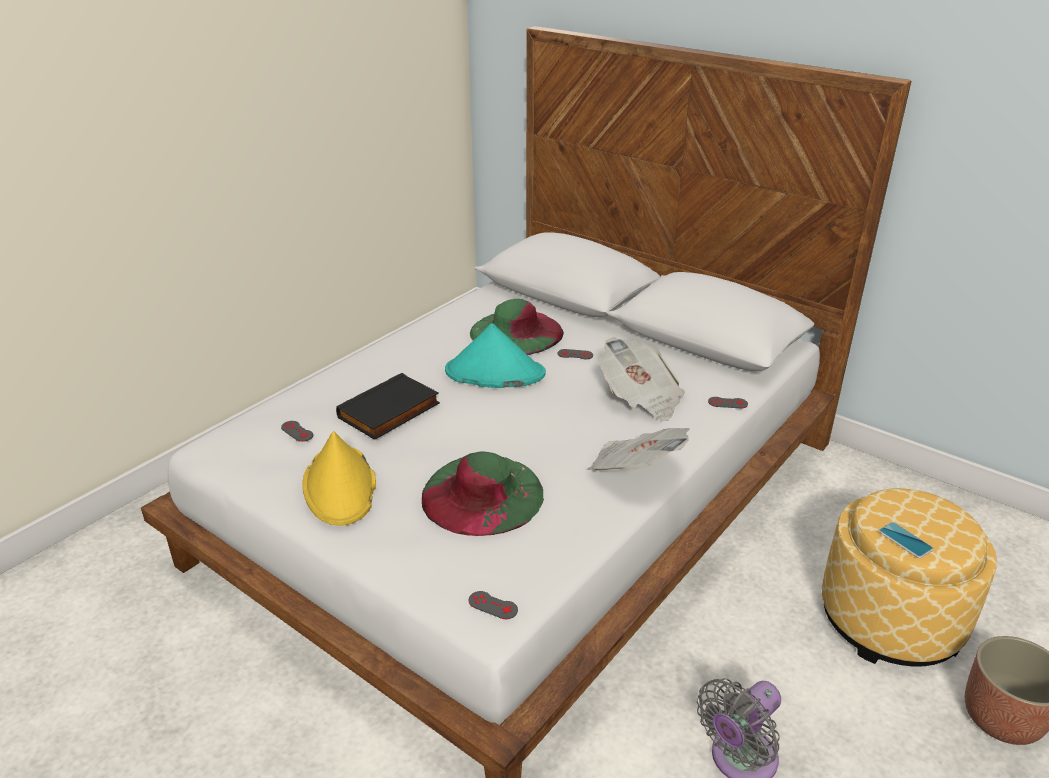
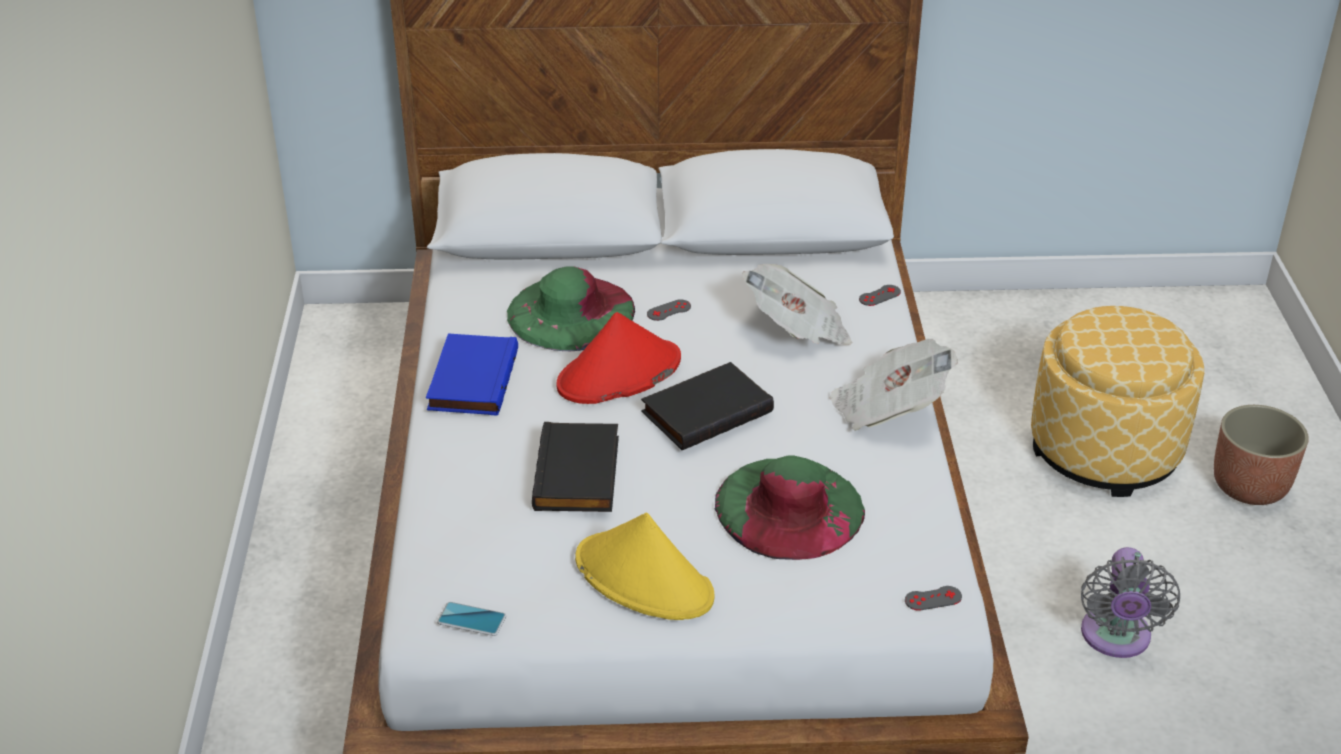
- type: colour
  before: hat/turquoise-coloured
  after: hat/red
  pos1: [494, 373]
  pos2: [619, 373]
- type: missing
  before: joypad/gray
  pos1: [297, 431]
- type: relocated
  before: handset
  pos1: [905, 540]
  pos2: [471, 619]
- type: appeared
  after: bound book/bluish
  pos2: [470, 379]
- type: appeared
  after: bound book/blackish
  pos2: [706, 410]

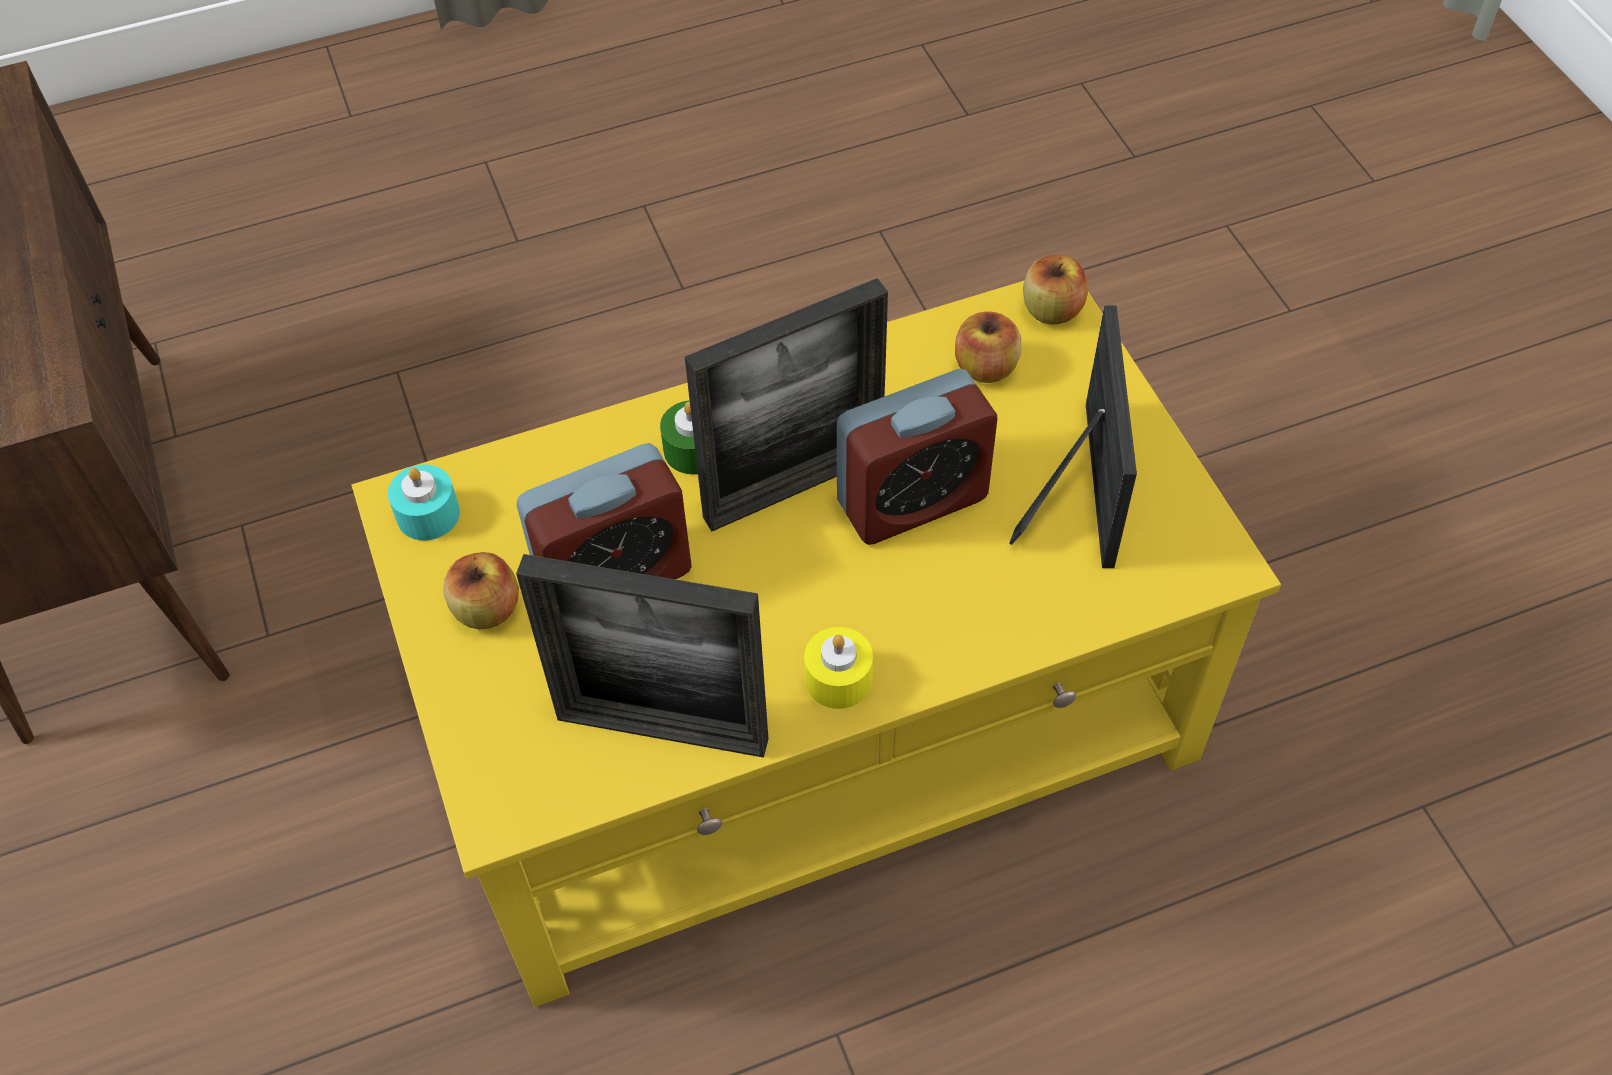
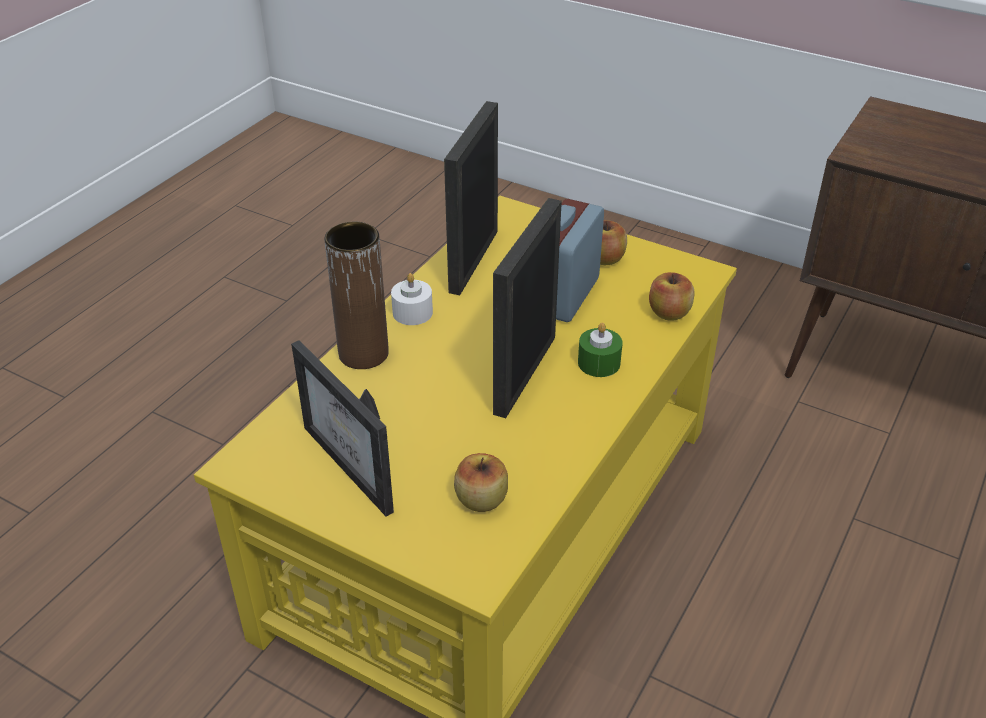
- type: relocated
  before: apple fruit
  pos1: [1052, 310]
  pos2: [669, 313]
- type: missing
  before: table clock
  pos1: [912, 500]
- type: missing
  before: wax candle/turquoise-coloured
  pos1: [428, 514]
- type: spun
  before: standing frame
  pos1: [662, 729]
  pos2: [473, 261]
  turn: -45
- type: colour
  before: wax candle/yellowish
  after: wax candle/whitish
  pos1: [838, 679]
  pos2: [412, 312]
- type: appeared
  after: flower vase/brown-coloured
  pos2: [363, 354]

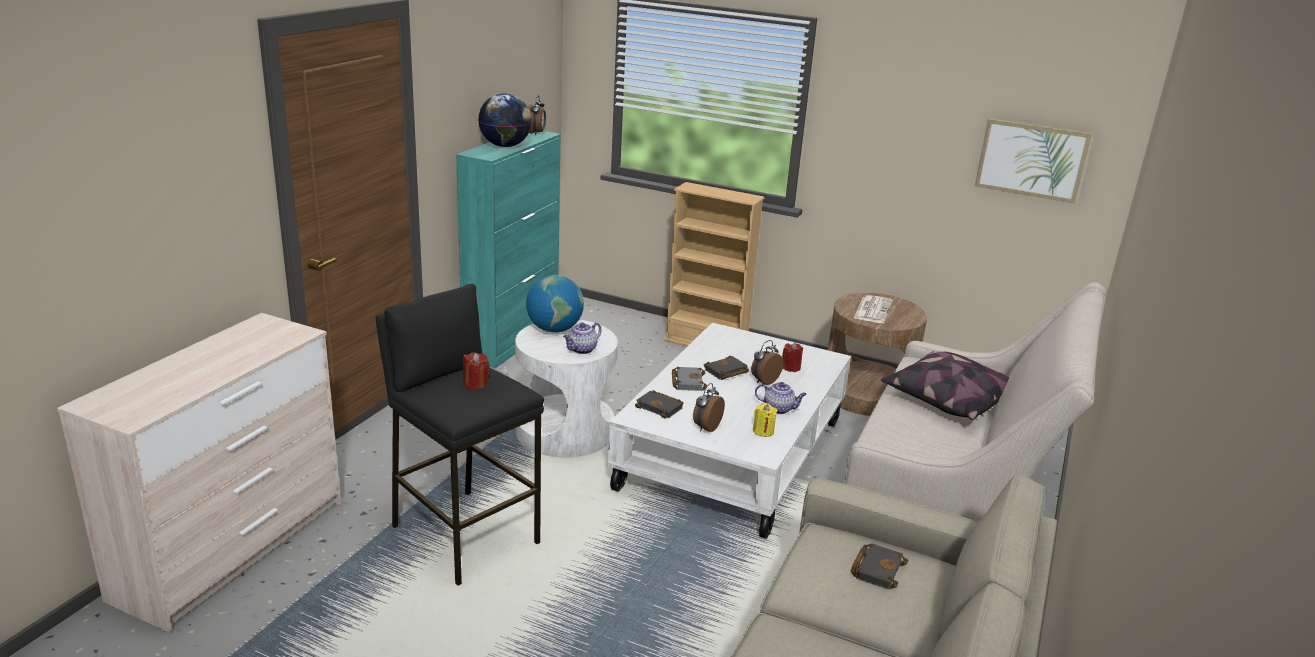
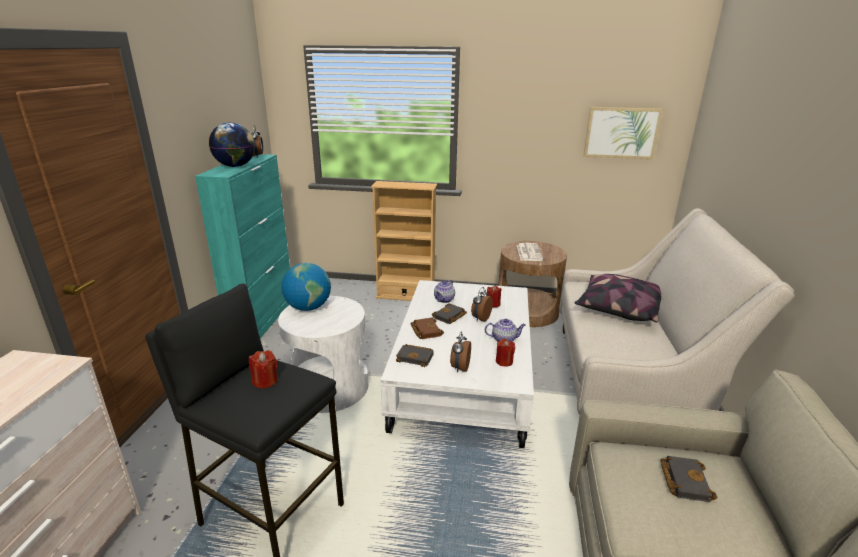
- type: relocated
  before: pot for tea
  pos1: [582, 350]
  pos2: [444, 300]
- type: colour
  before: bound book/gray
  after: bound book/brown-coloured
  pos1: [687, 381]
  pos2: [425, 330]
- type: colour
  before: wax candle/yellowish
  after: wax candle/red
  pos1: [763, 431]
  pos2: [504, 361]

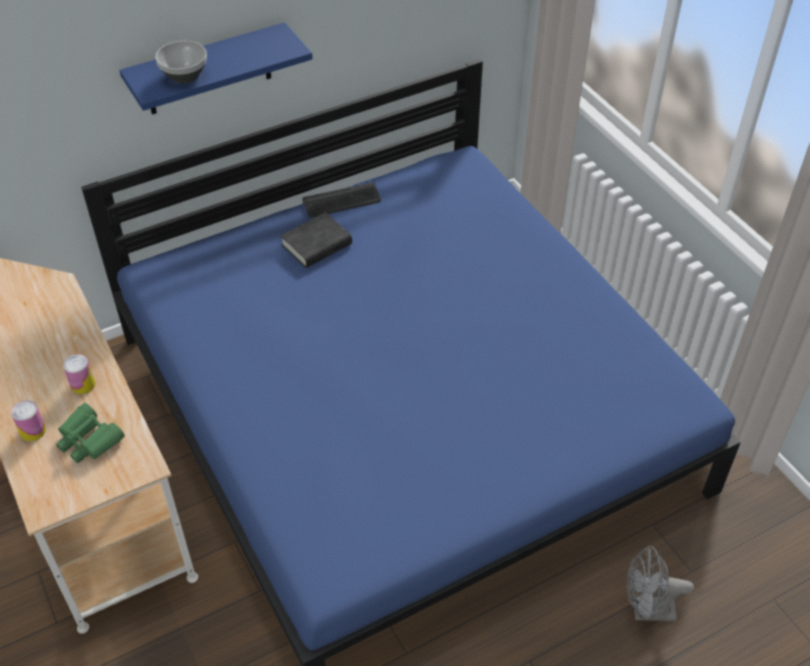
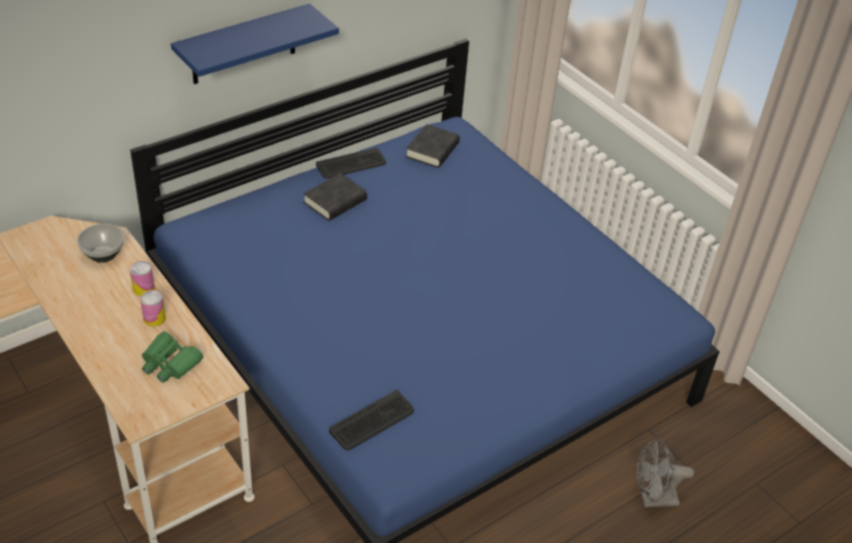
- type: relocated
  before: deep dish
  pos1: [185, 75]
  pos2: [103, 254]
- type: relocated
  before: can
  pos1: [33, 431]
  pos2: [143, 289]
- type: appeared
  after: bound book/blackish
  pos2: [432, 150]
- type: appeared
  after: computer keyboard
  pos2: [372, 421]

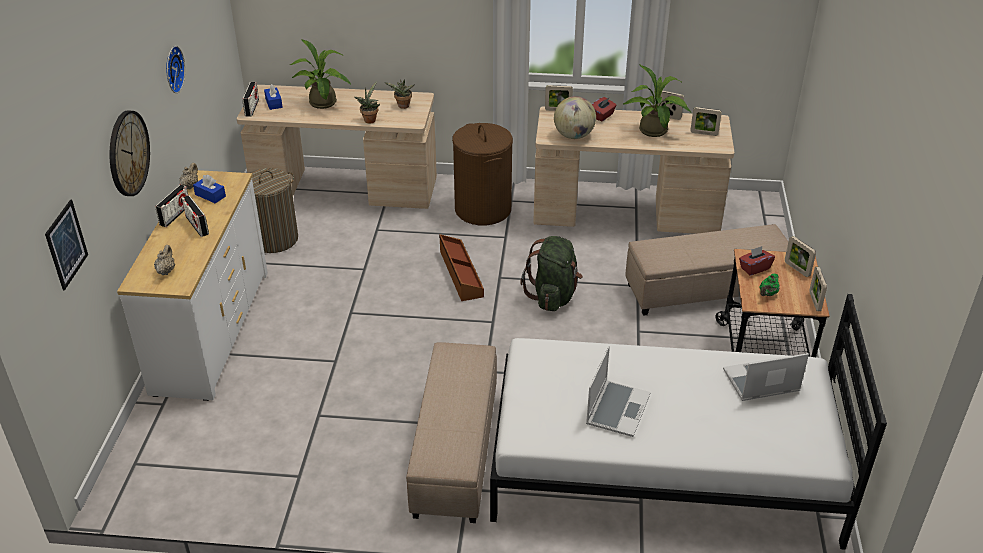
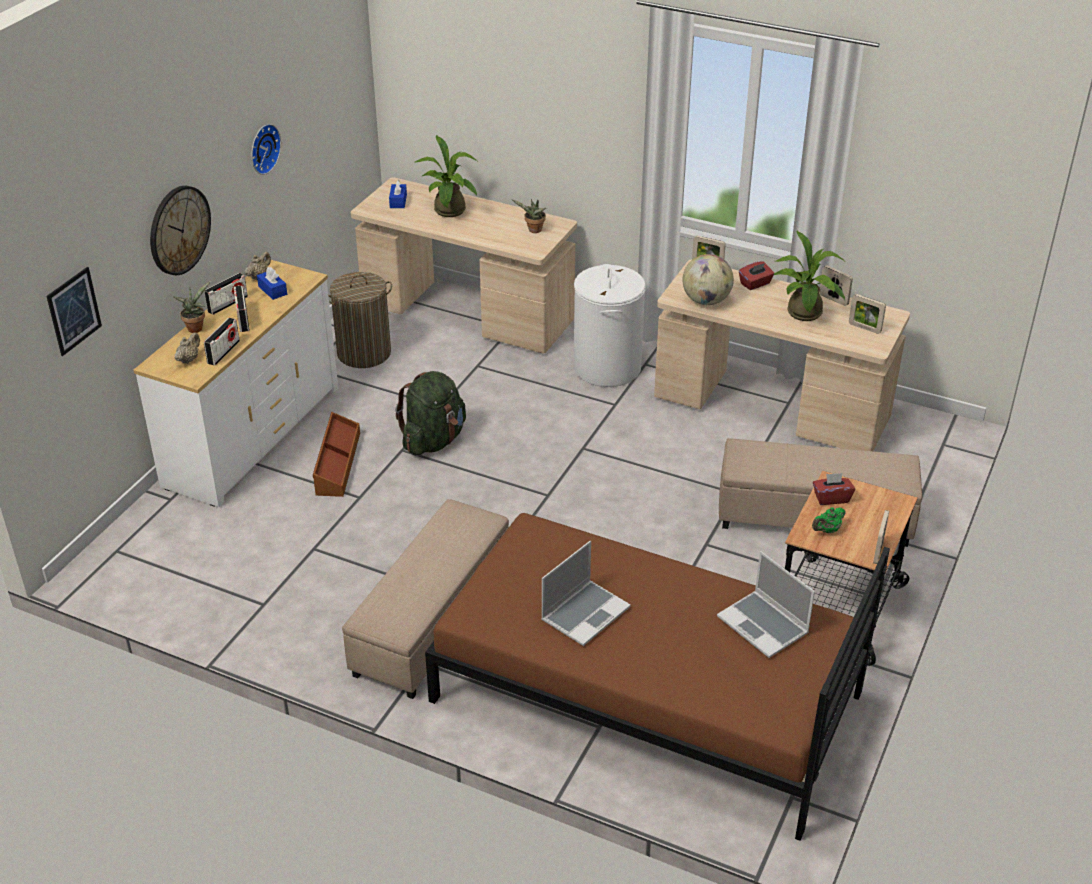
- type: relocated
  before: potted plant
  pos1: [369, 119]
  pos2: [196, 327]
- type: relocated
  before: radio
  pos1: [252, 108]
  pos2: [223, 352]
- type: colour
  before: laundry basket/brown-coloured
  after: laundry basket/whitish
  pos1: [482, 209]
  pos2: [606, 367]
- type: relocated
  before: storage box/brown-coloured
  pos1: [460, 274]
  pos2: [337, 463]
- type: relocated
  before: backpack/green-coloured
  pos1: [553, 296]
  pos2: [433, 440]
- type: missing
  before: standing frame
  pos1: [797, 269]
- type: colour
  before: bed/whitish
  after: bed/brown-coloured
  pos1: [663, 467]
  pos2: [646, 697]
- type: spun
  before: portable computer
  pos1: [760, 382]
  pos2: [764, 626]
  turn: -135

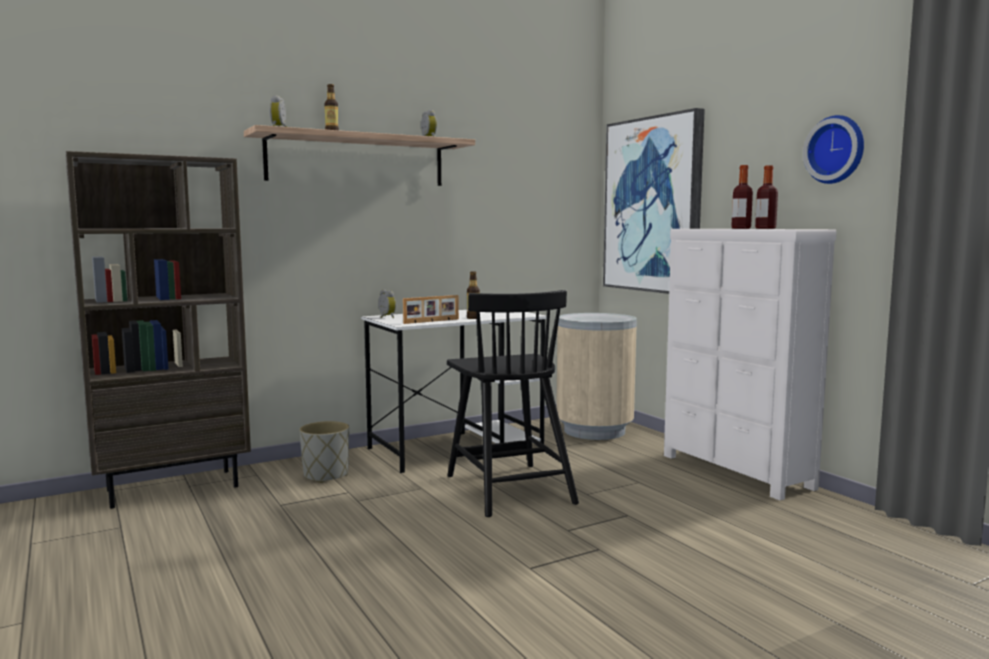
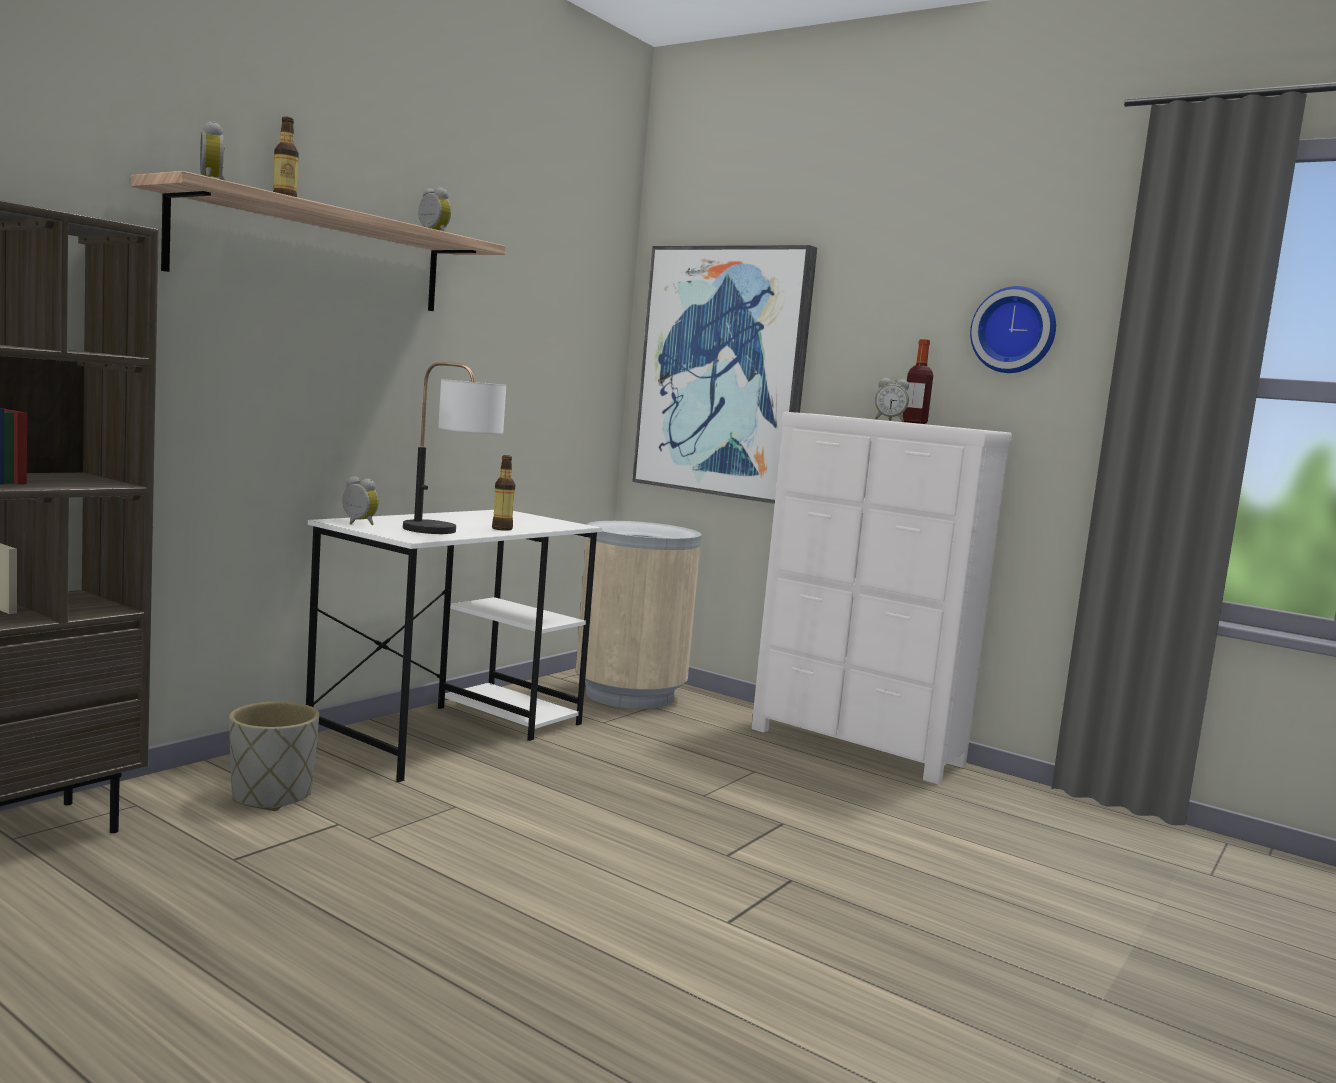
- type: exchanged
  before: beverage bottle
  after: table clock
  pos1: [741, 228]
  pos2: [889, 420]
- type: missing
  before: plain chair/blackish
  pos1: [509, 488]
- type: exchanged
  before: standing frame
  after: tabletop lamp
  pos1: [432, 321]
  pos2: [449, 533]

